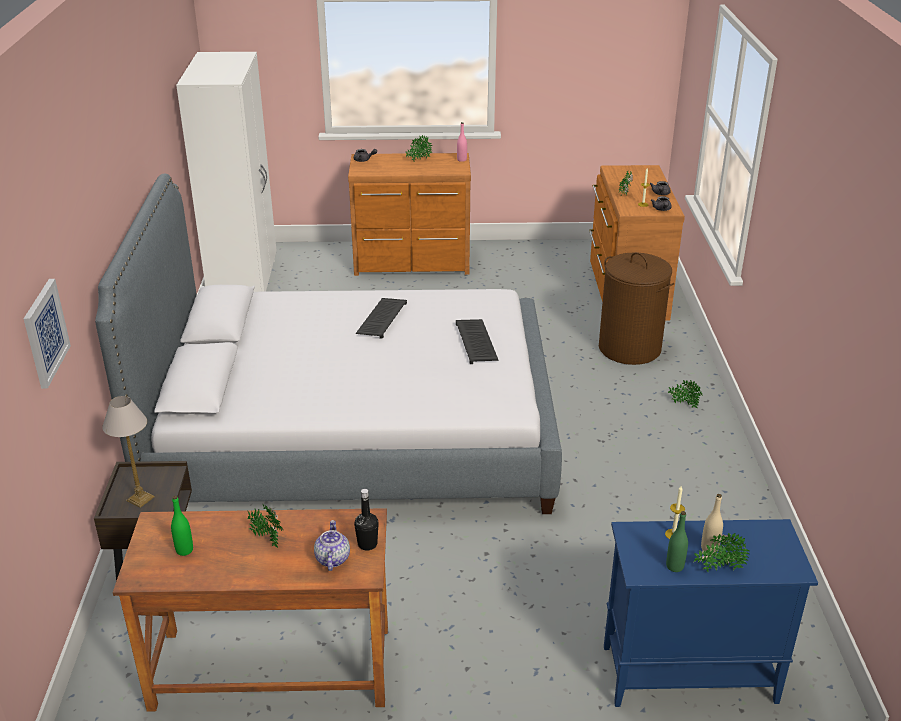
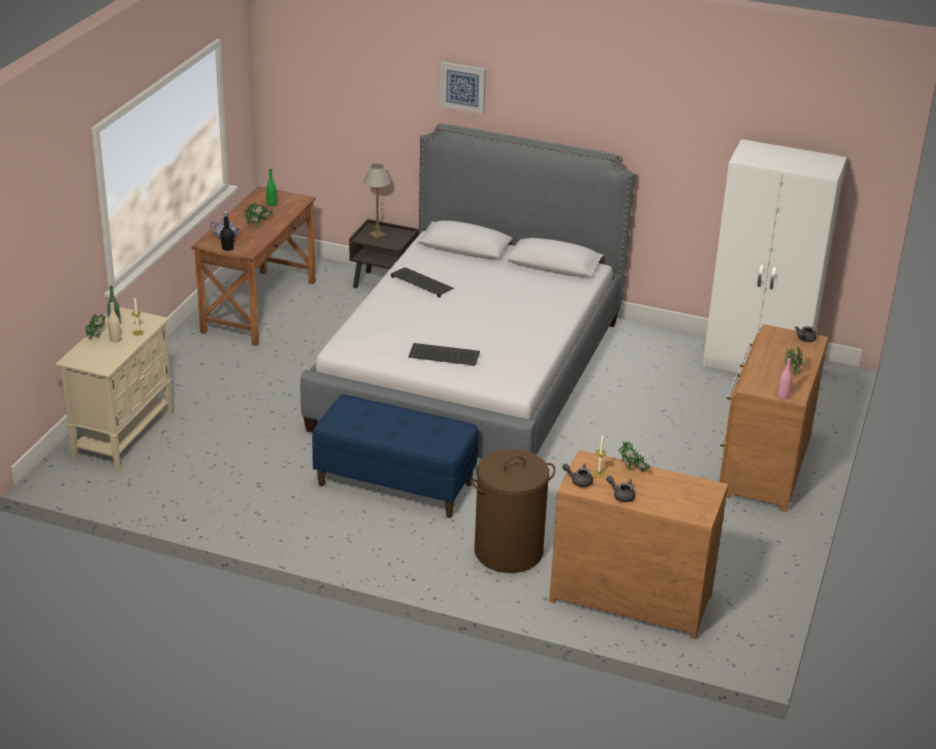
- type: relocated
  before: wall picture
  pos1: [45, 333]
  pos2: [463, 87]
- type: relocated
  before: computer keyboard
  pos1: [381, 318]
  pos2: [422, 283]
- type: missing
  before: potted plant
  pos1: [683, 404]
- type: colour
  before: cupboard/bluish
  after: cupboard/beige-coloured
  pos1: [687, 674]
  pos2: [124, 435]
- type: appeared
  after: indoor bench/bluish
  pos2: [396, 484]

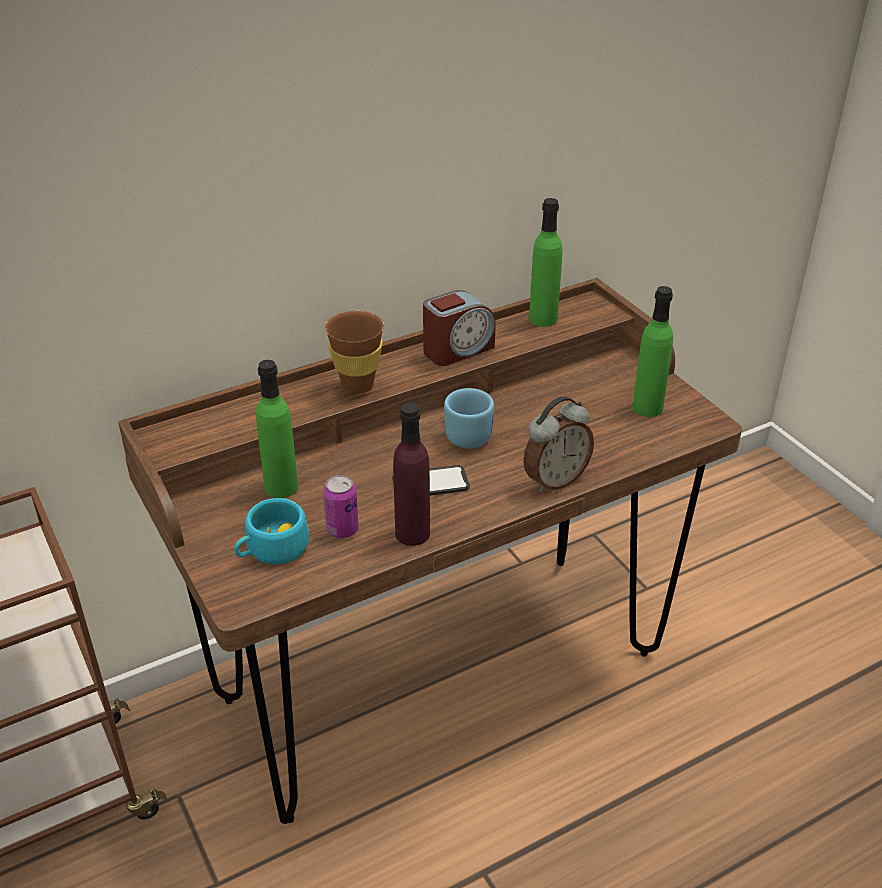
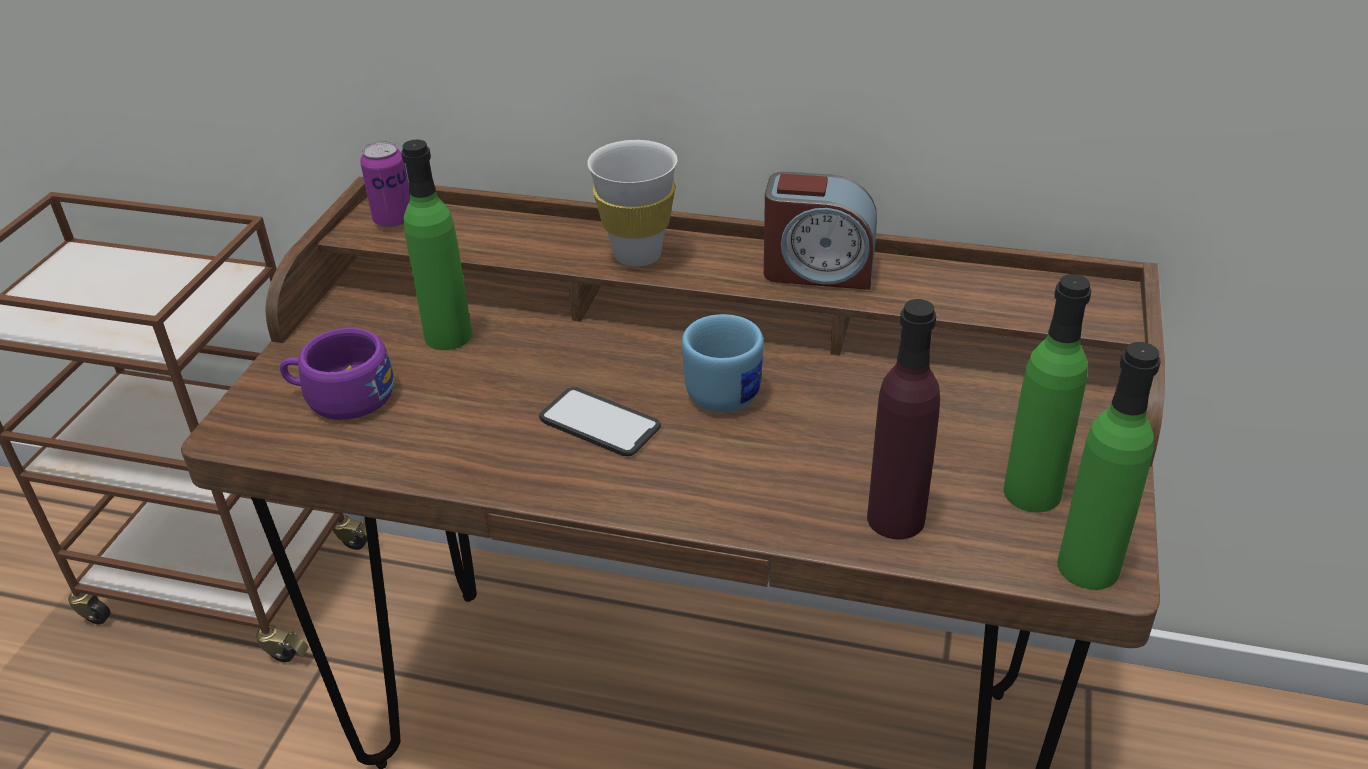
- type: relocated
  before: beverage bottle/green-coloured
  pos1: [543, 319]
  pos2: [1088, 567]
- type: colour
  before: drinking cup/brown-coloured
  after: drinking cup/whitish
  pos1: [357, 385]
  pos2: [637, 255]
- type: missing
  before: table clock
  pos1: [554, 480]
- type: relocated
  before: beverage bottle/purplish
  pos1: [412, 533]
  pos2: [896, 518]
- type: relocated
  before: can
  pos1: [342, 530]
  pos2: [393, 219]
- type: colour
  before: drinking cup/turquoise-coloured
  after: drinking cup/purplish
  pos1: [271, 549]
  pos2: [340, 396]

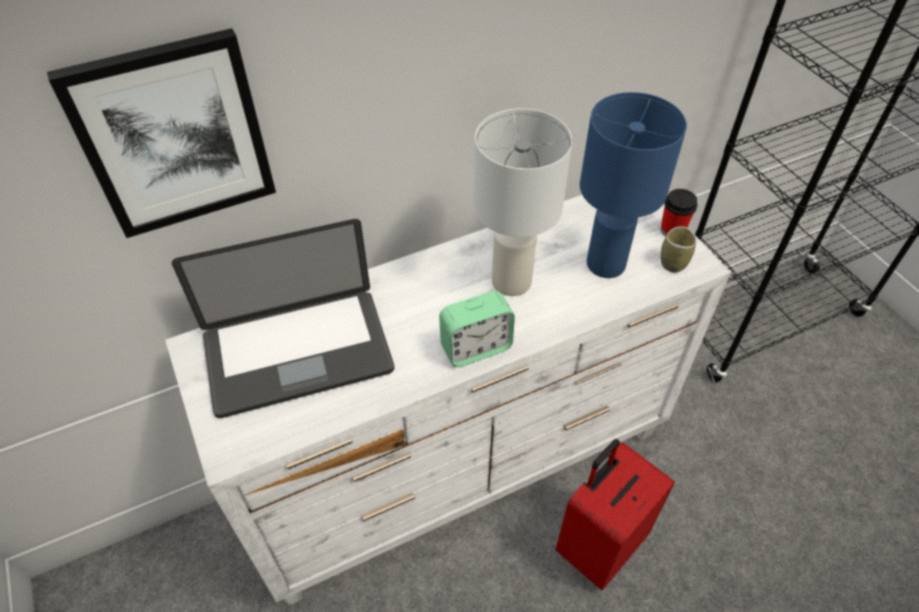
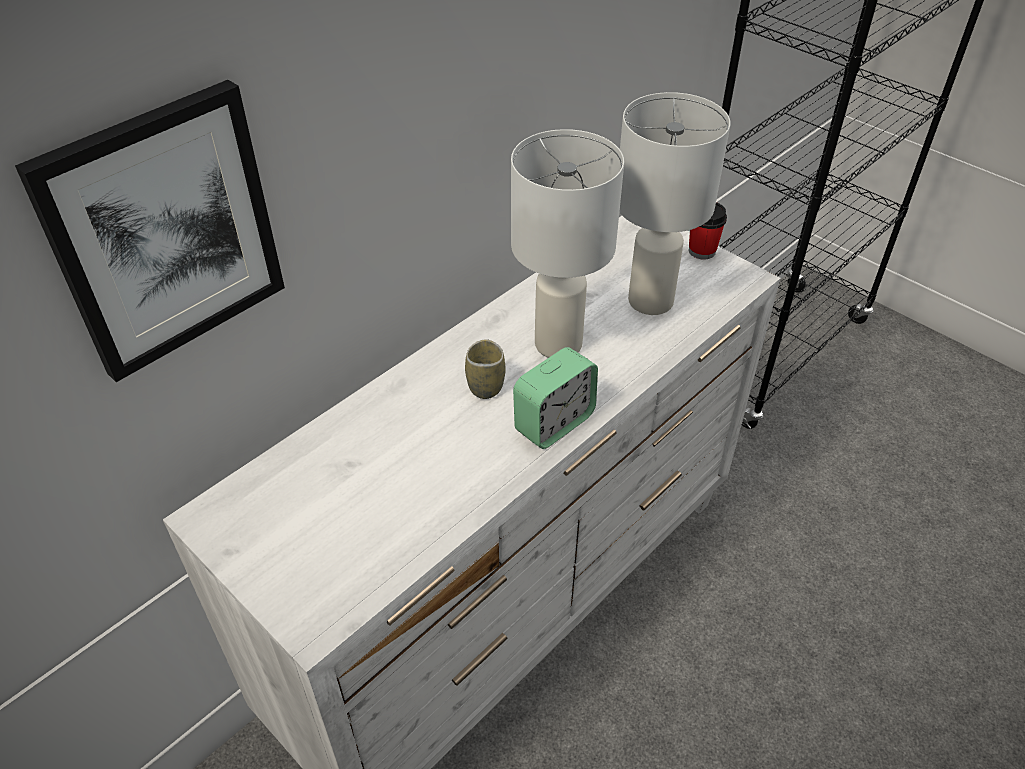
- type: colour
  before: tabletop lamp/bluish
  after: tabletop lamp/whitish
  pos1: [606, 265]
  pos2: [652, 301]
- type: missing
  before: portable computer
  pos1: [298, 353]
- type: relocated
  before: drinking cup
  pos1: [673, 263]
  pos2: [485, 387]
- type: missing
  before: suitcase/red
  pos1: [599, 545]

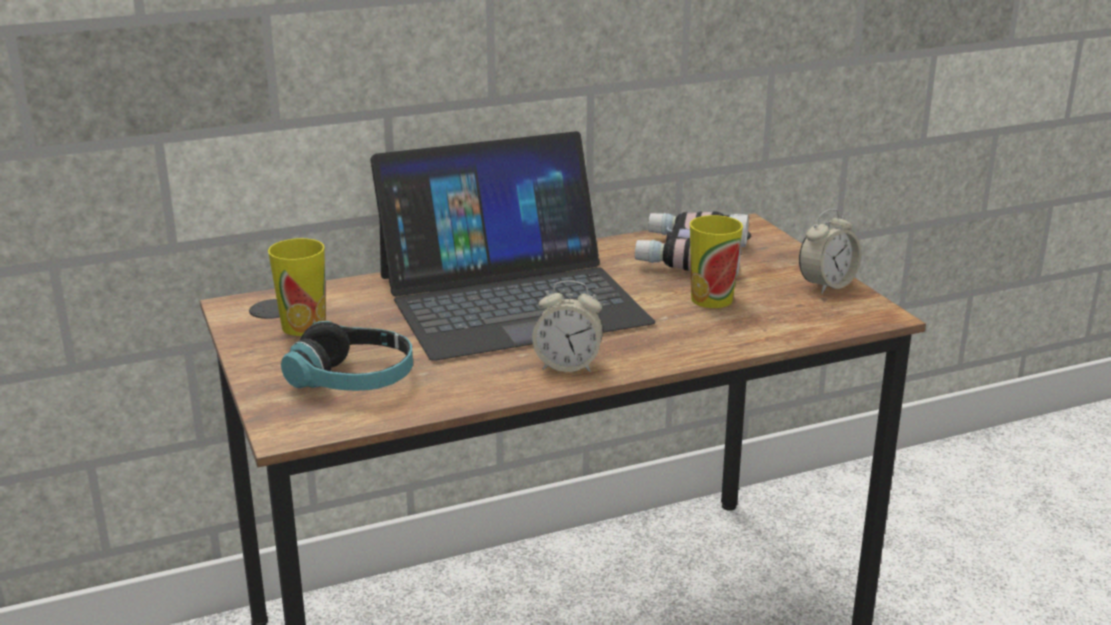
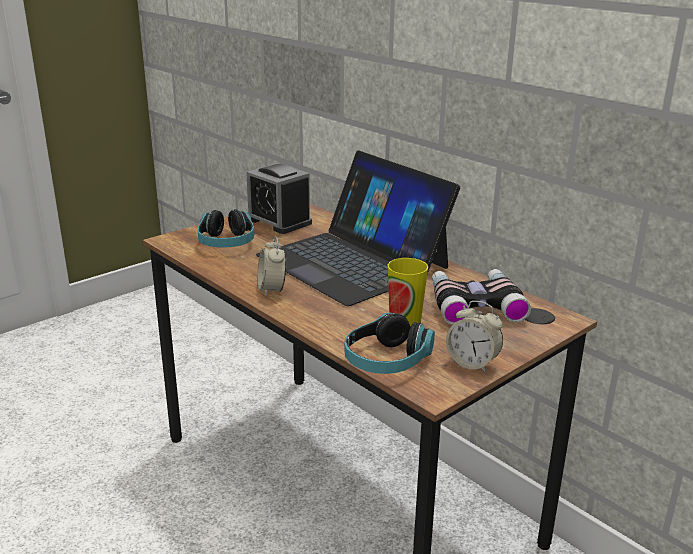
- type: exchanged
  before: drinking cup
  after: table clock
  pos1: [303, 326]
  pos2: [279, 221]
- type: appeared
  after: headset
  pos2: [387, 360]

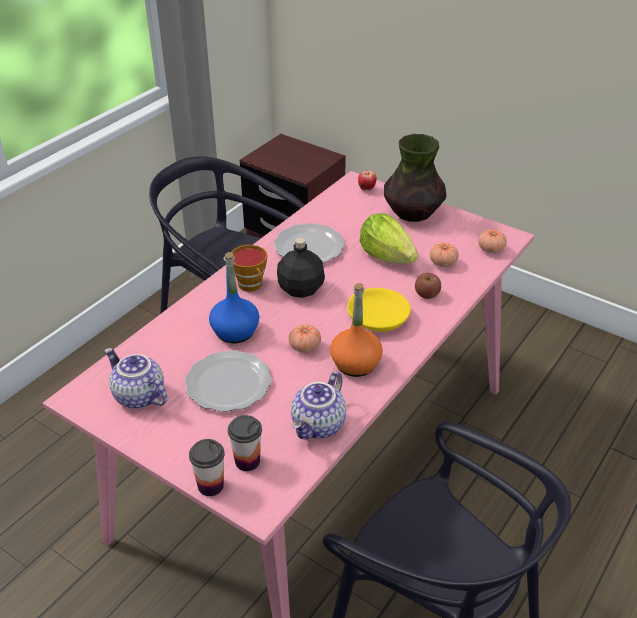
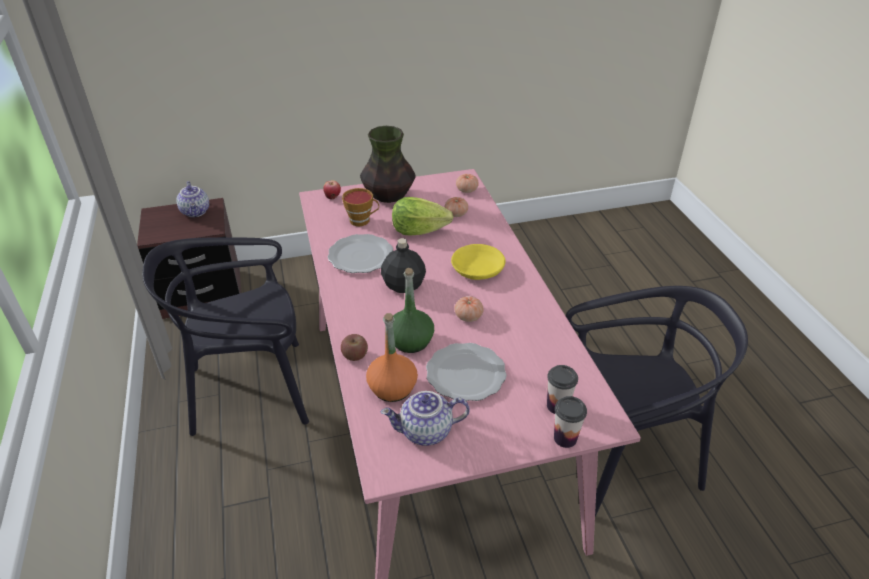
- type: relocated
  before: drinking cup
  pos1: [252, 285]
  pos2: [362, 220]
- type: colour
  before: beverage bottle/bluish
  after: beverage bottle/green-coloured
  pos1: [235, 331]
  pos2: [411, 341]
- type: relocated
  before: apple fruit
  pos1: [427, 294]
  pos2: [355, 355]
- type: relocated
  before: beverage bottle/orangey
  pos1: [355, 364]
  pos2: [392, 388]
- type: relocated
  before: pot for tea
  pos1: [319, 426]
  pos2: [196, 212]

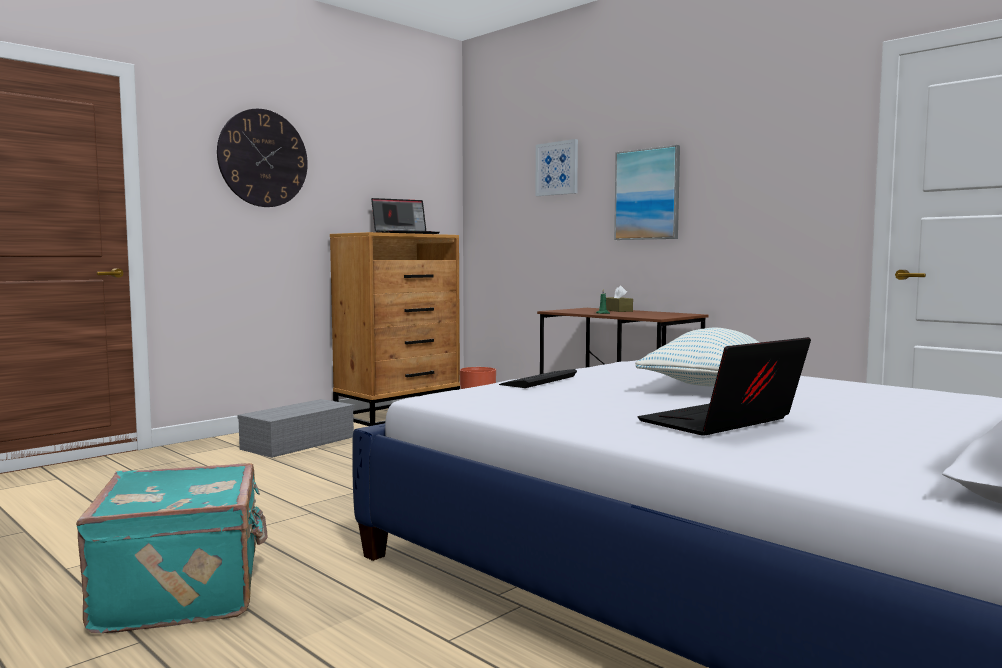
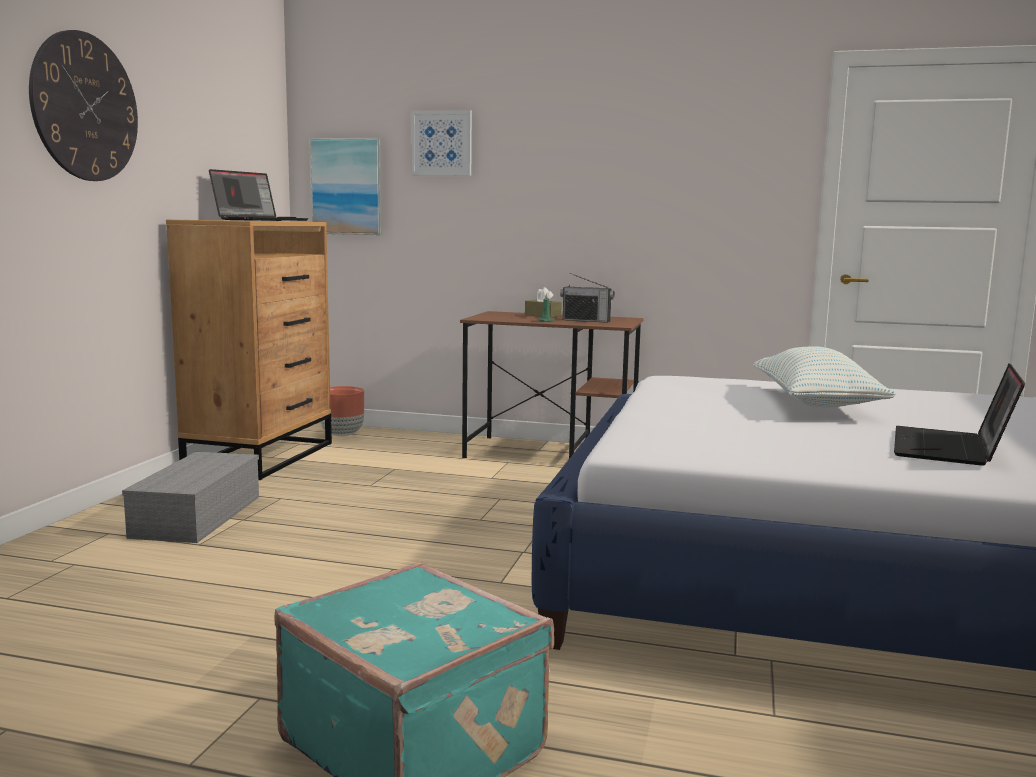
- type: relocated
  before: wall picture
  pos1: [647, 194]
  pos2: [347, 186]
- type: missing
  before: computer keyboard
  pos1: [539, 380]
- type: appeared
  after: radio
  pos2: [586, 320]

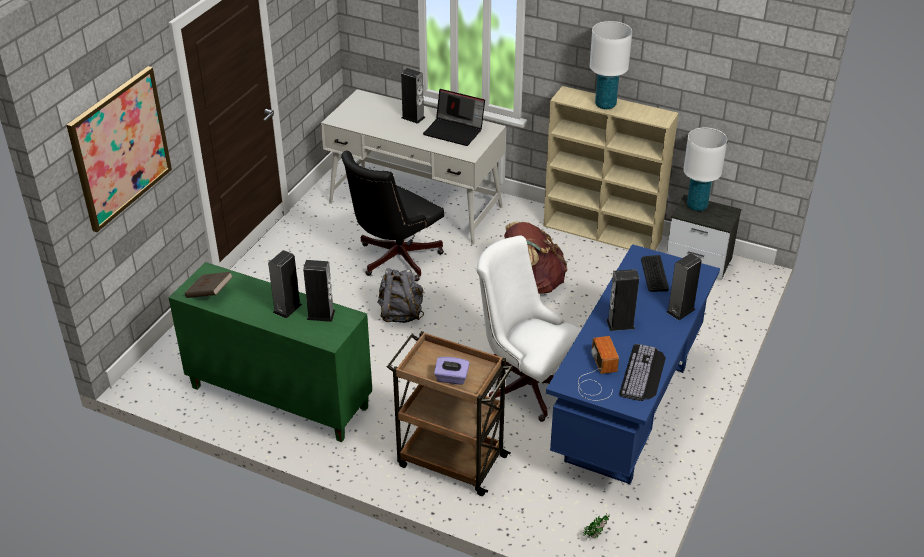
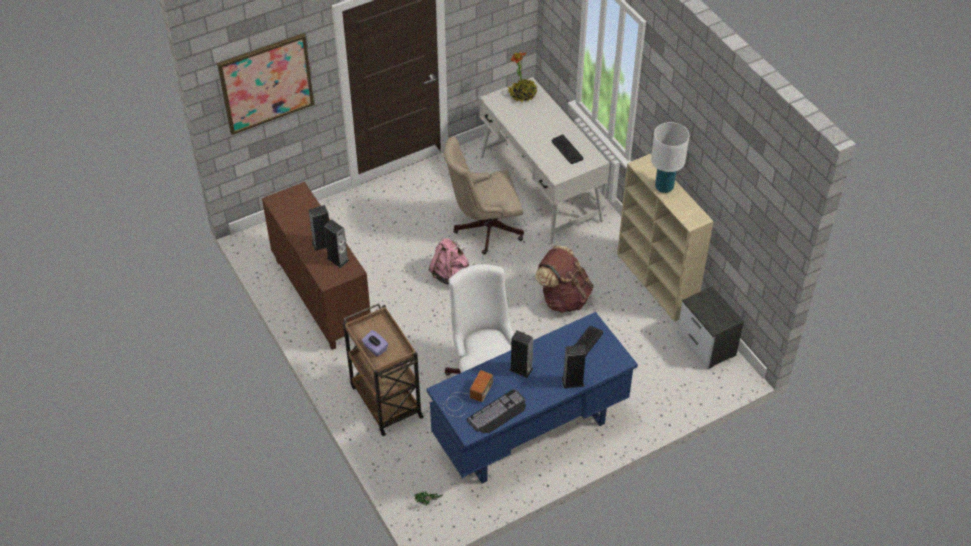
- type: missing
  before: loudspeaker
  pos1: [413, 117]
- type: exchanged
  before: portable computer
  after: computer keyboard
  pos1: [455, 131]
  pos2: [566, 150]
- type: missing
  before: tabletop lamp/whitish
  pos1: [697, 206]
- type: colour
  before: office chair/blackish
  after: office chair/beige-coloured
  pos1: [394, 259]
  pos2: [484, 228]
- type: colour
  before: cupboard/green-coloured
  after: cupboard/brown-coloured
  pos1: [278, 397]
  pos2: [320, 296]
- type: colour
  before: backpack/gray
  after: backpack/pinkish
  pos1: [400, 313]
  pos2: [450, 274]
- type: missing
  before: bound book/brown-coloured
  pos1: [210, 293]
- type: appeared
  after: potted plant
  pos2: [522, 94]

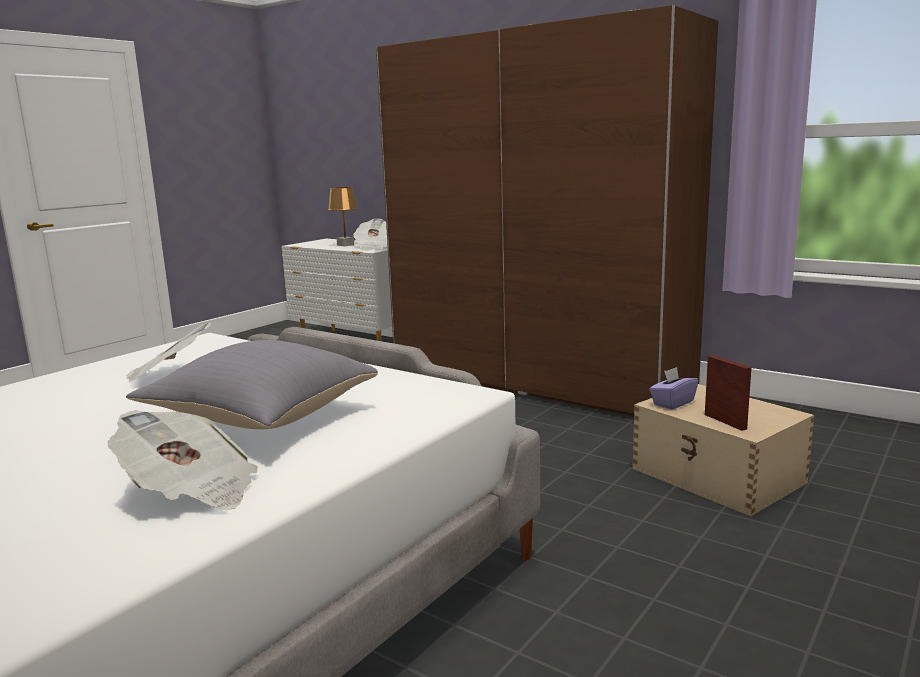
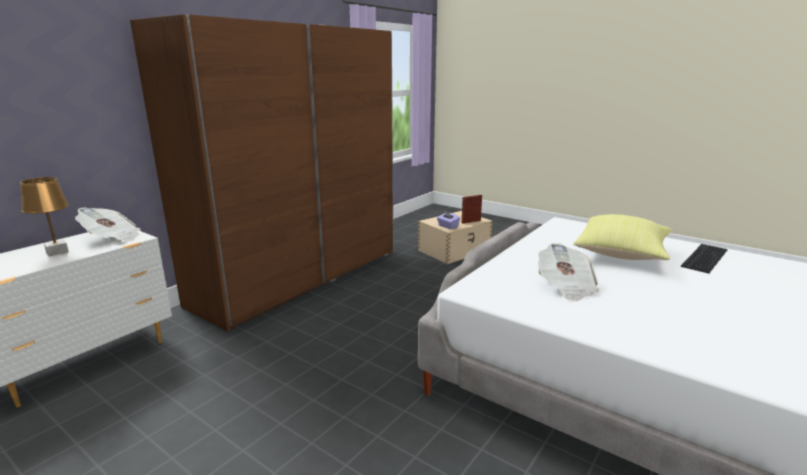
- type: colour
  before: pillow/gray
  after: pillow/yellowish
  pos1: [258, 419]
  pos2: [622, 255]
- type: exchanged
  before: newspaper
  after: computer keyboard
  pos1: [191, 491]
  pos2: [703, 257]

